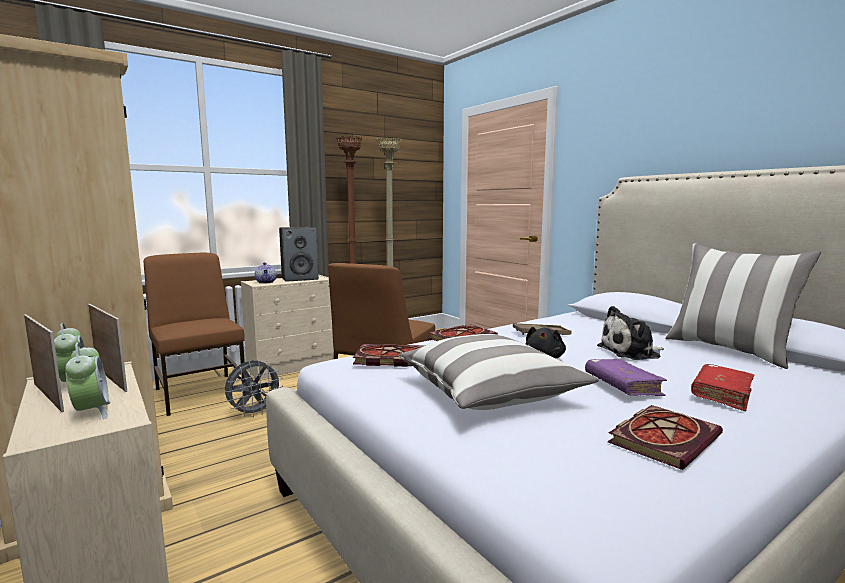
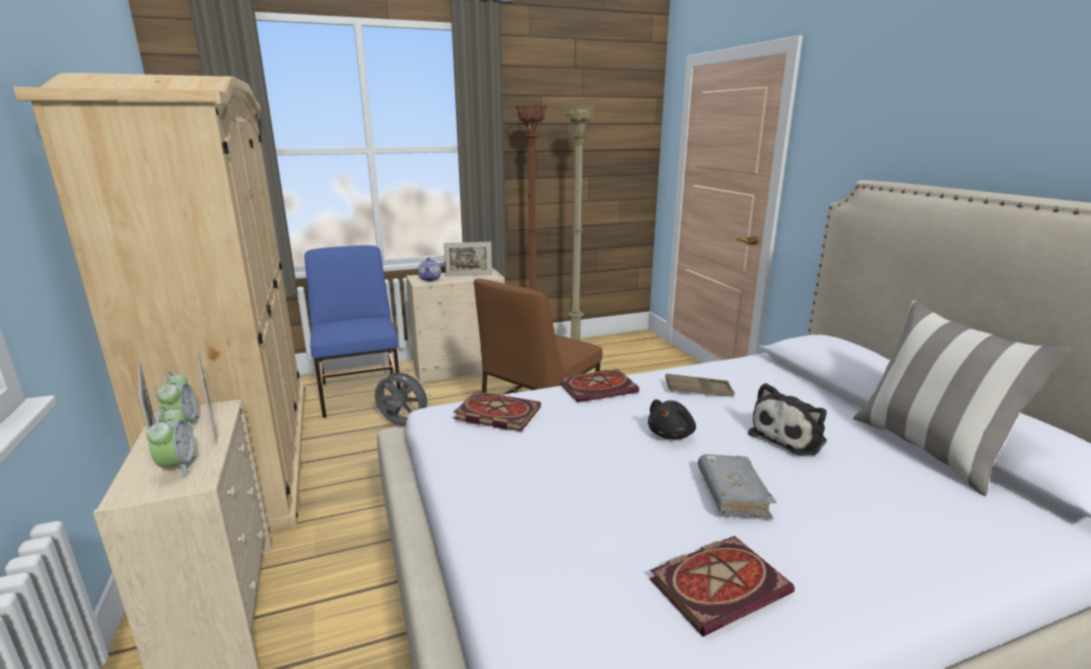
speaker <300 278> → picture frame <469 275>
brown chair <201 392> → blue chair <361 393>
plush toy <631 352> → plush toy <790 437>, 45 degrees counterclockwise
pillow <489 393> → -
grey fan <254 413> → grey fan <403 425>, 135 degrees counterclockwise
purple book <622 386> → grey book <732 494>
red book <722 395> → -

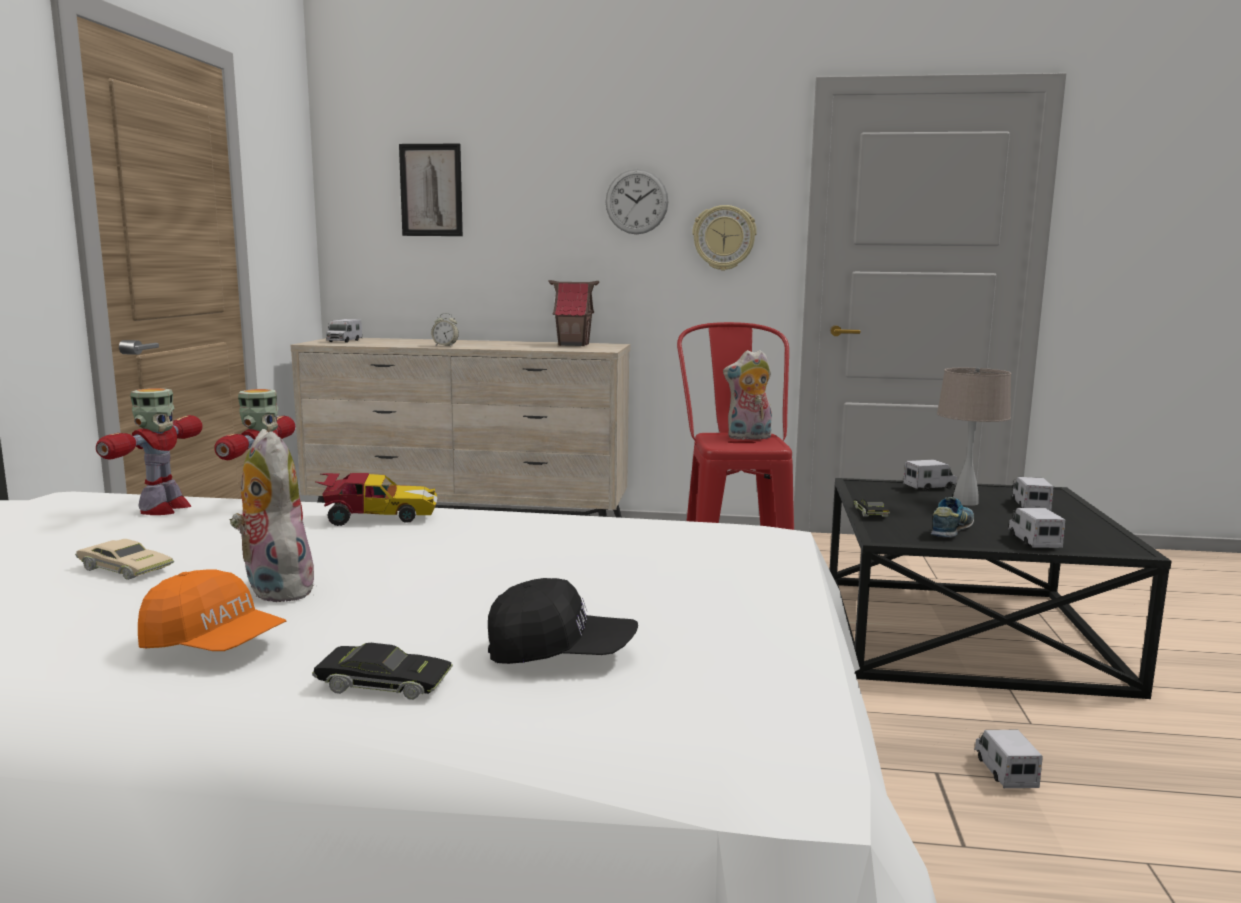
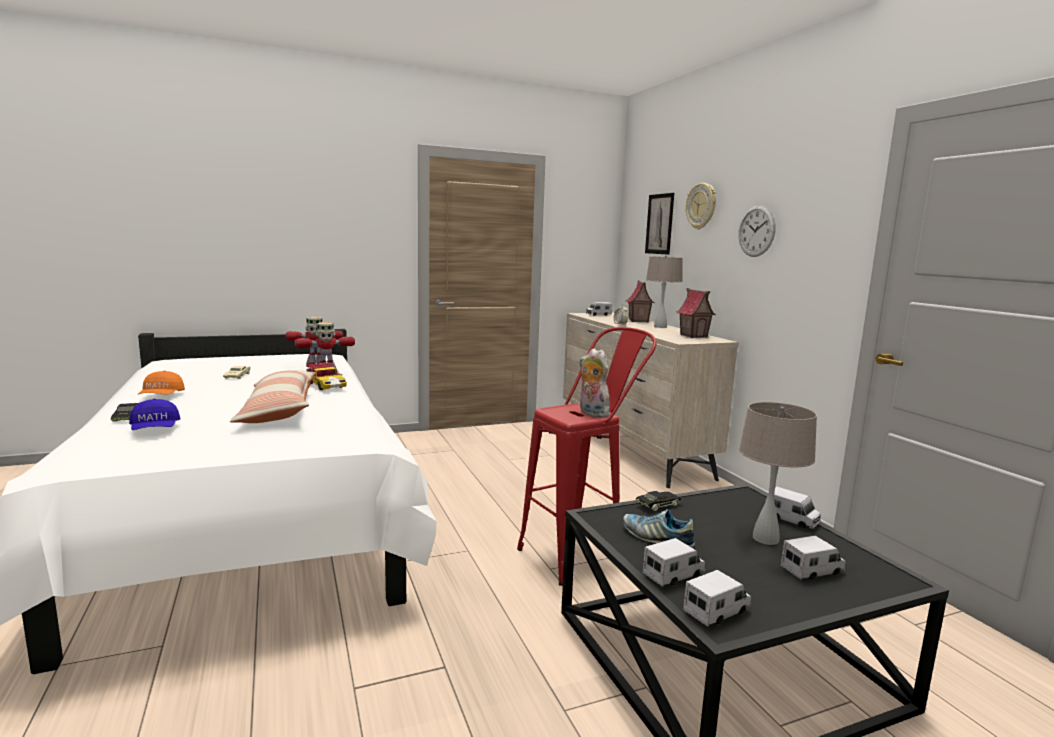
wall clock <724 238> → wall clock <701 206>, moved
plush toy <274 589> → -
shoe <951 530> → shoe <656 538>, 150 degrees counterclockwise
black cap <561 653> → blue cap <155 430>
toy truck <1005 771> → toy truck <717 611>, moved
- → beige table lamp <660 327>
- → toy house <638 321>
- → pillow <279 410>

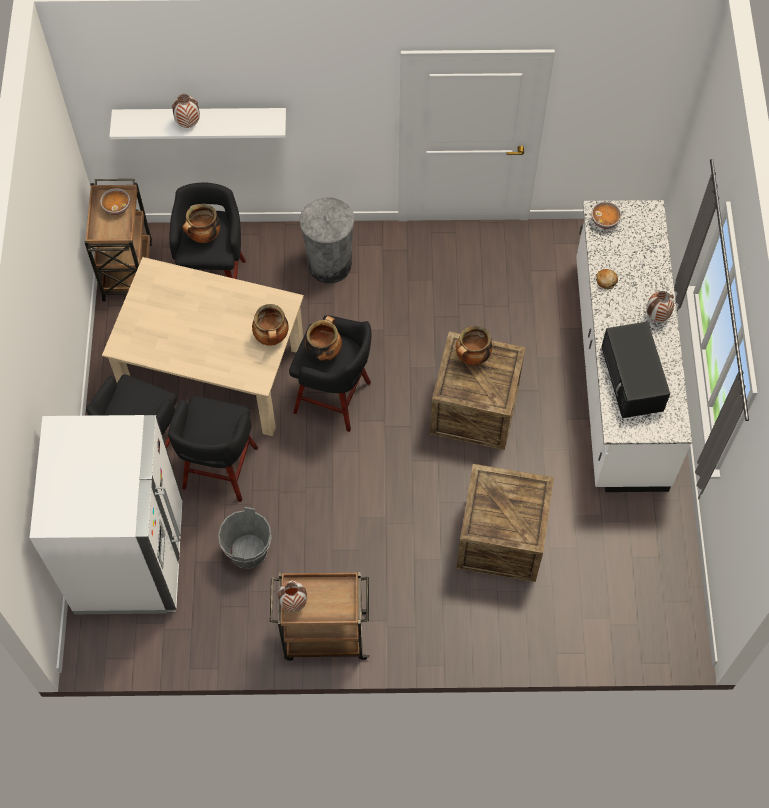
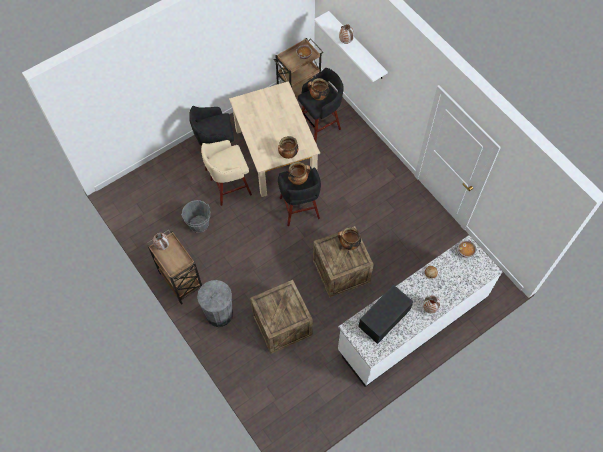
grey trash can <329 264> → grey trash can <219 314>, moved
black stool <219 470> → beige stool <229 187>
white fridge <130 558> → -

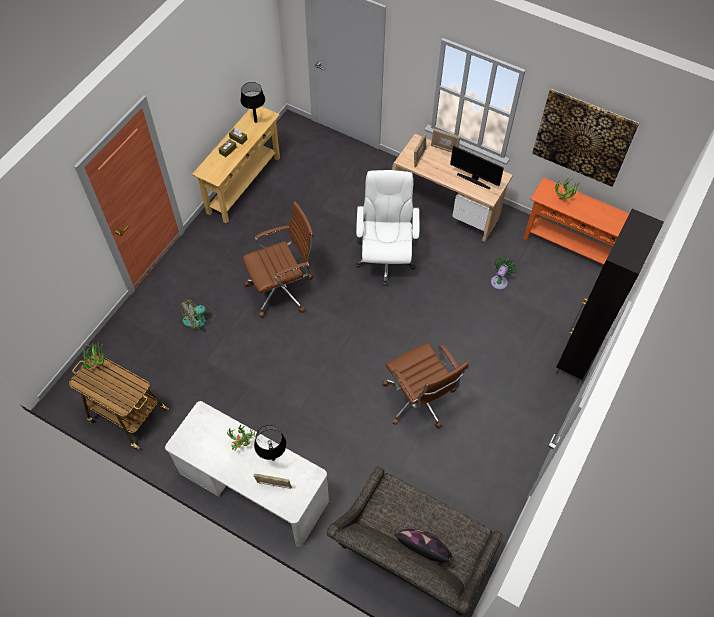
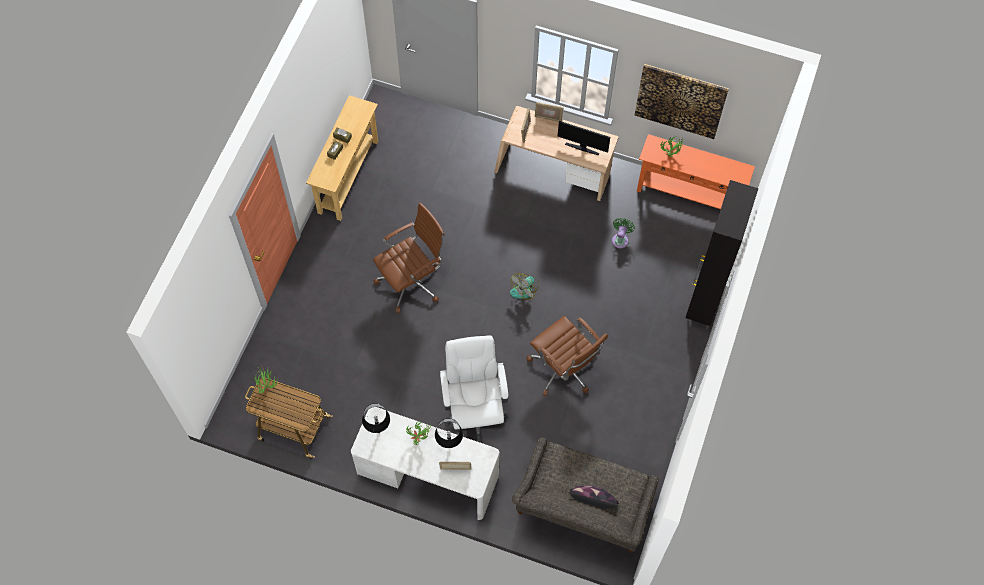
black table lamp <255 121> → black table lamp <378 431>, moved
white office chair <385 258> → white office chair <474 409>, moved
fan <199 318> → fan <525 288>, moved

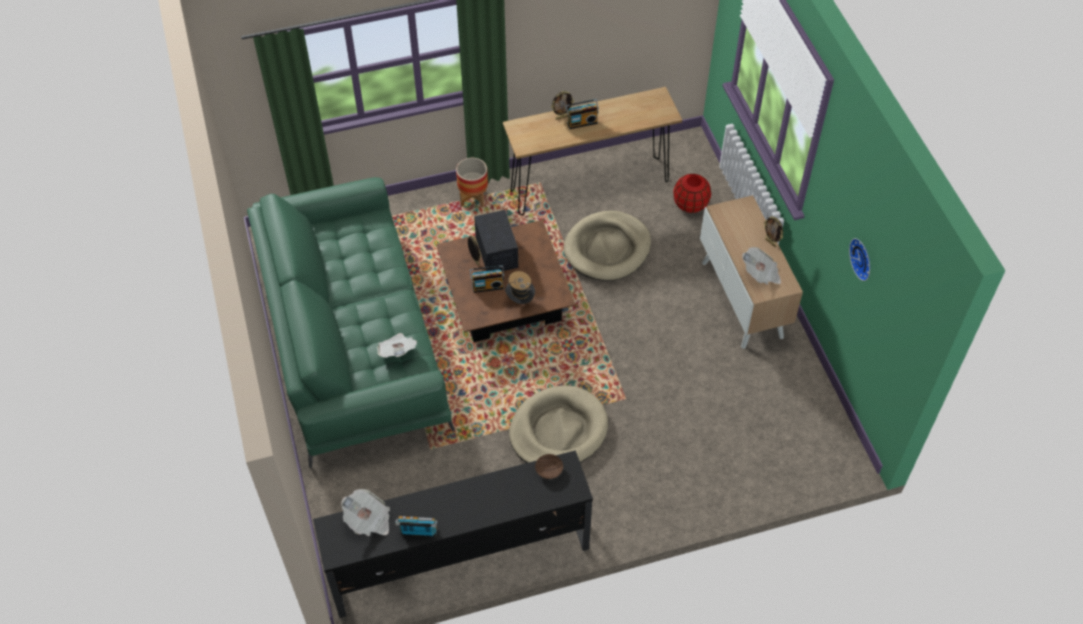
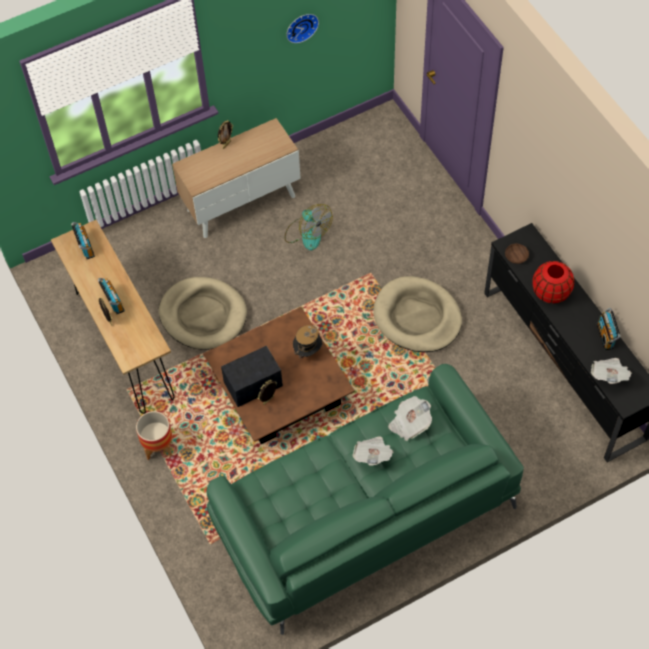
red vase <690 204> → red vase <551 292>, moved
newspaper <760 274> → newspaper <373 455>, moved
radio <487 286> → radio <85 247>, moved
- → fan <307 233>

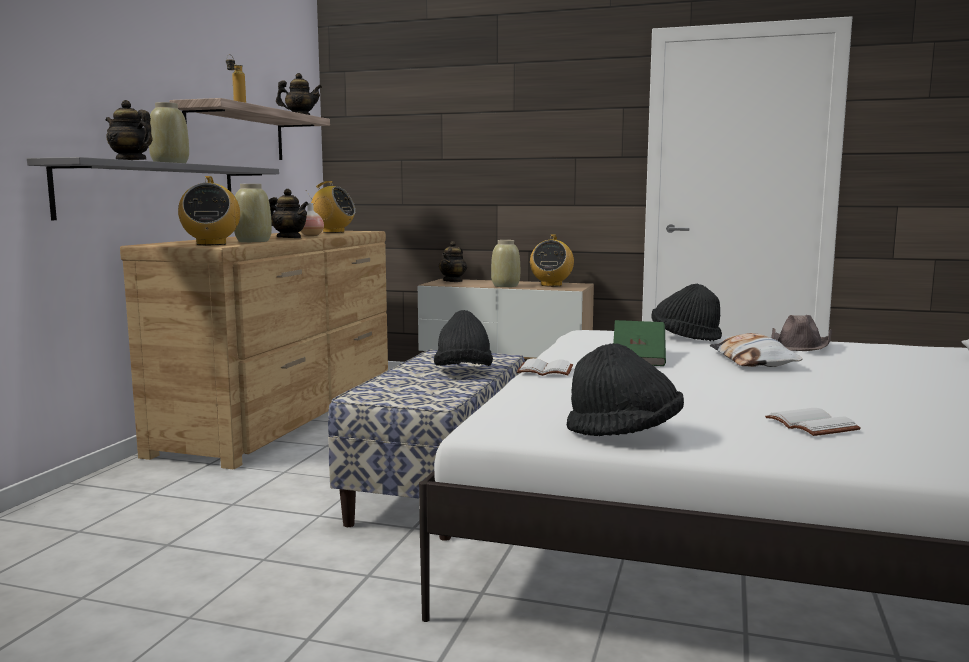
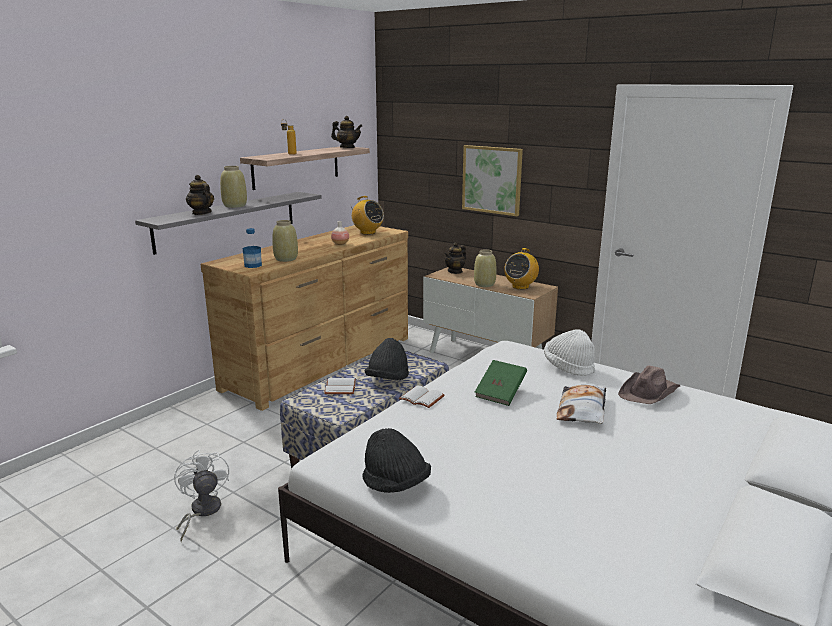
radio <211 244> → bottle <253 265>
teapot <289 238> → -
black hat <685 337> → white hat <568 367>
white book <814 425> → white book <341 388>, moved
- → picture <492 180>
- → white fan <201 512>

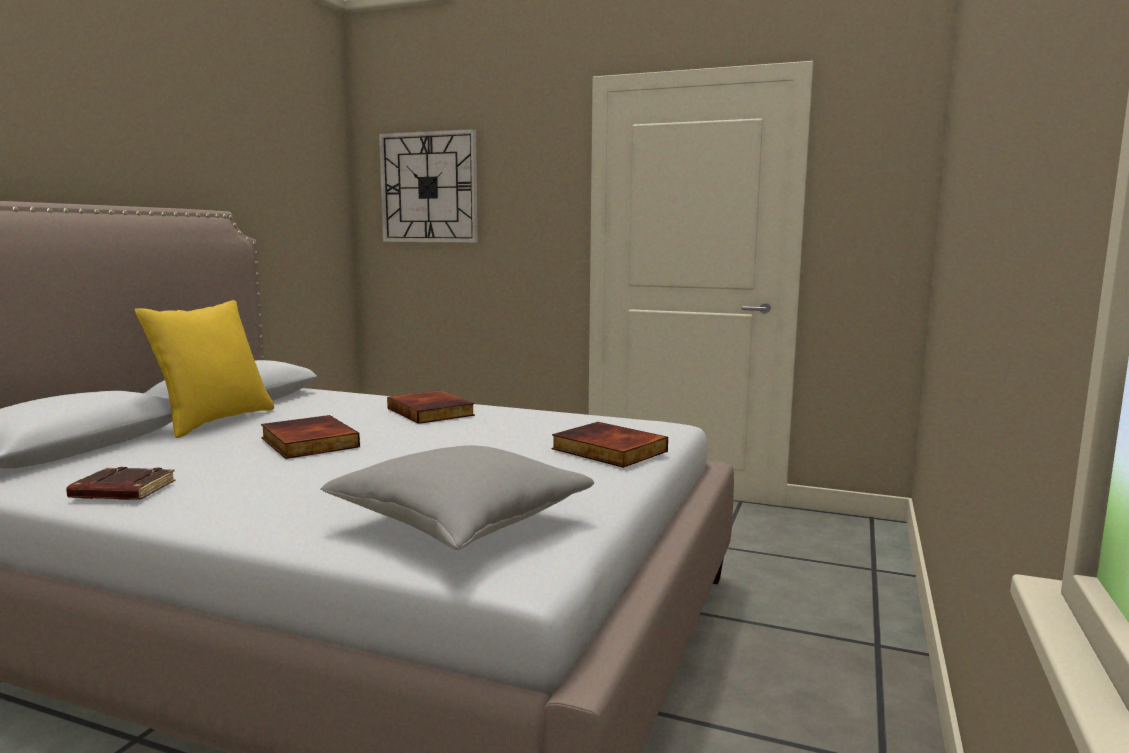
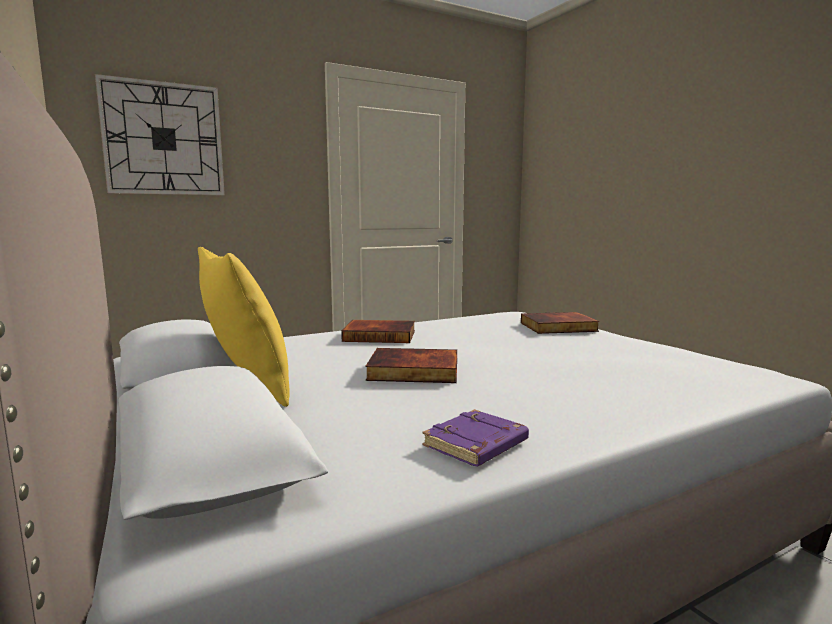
grey pillow <461 521> → -
brown book <121 491> → purple book <476 445>

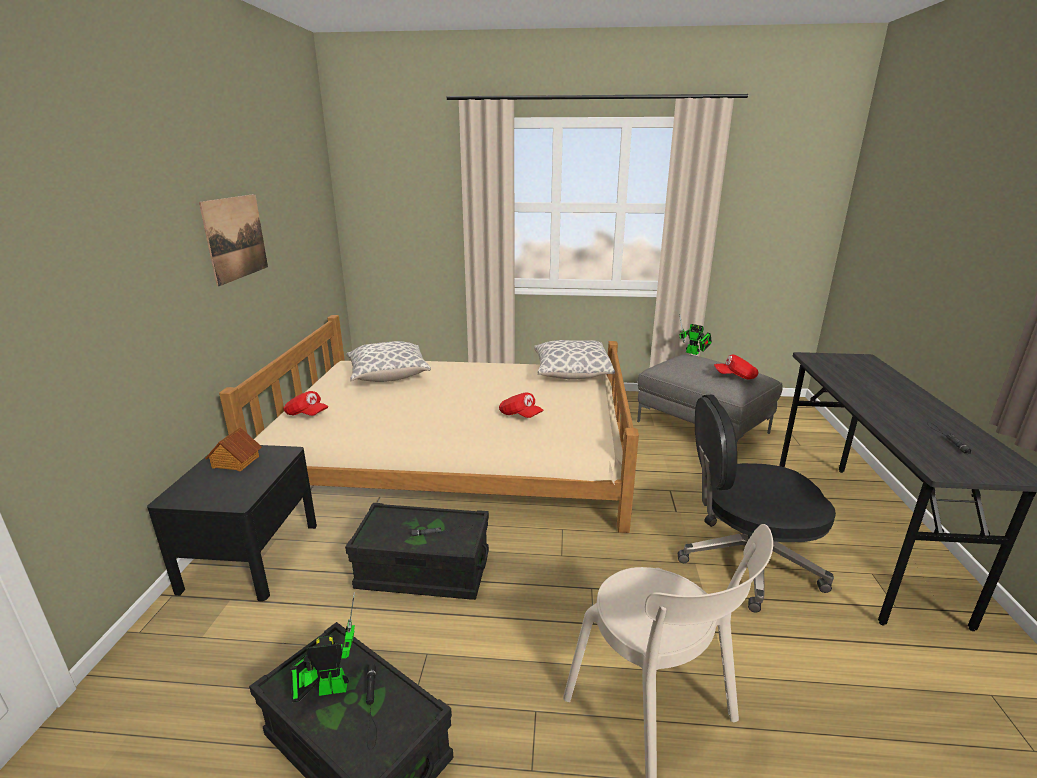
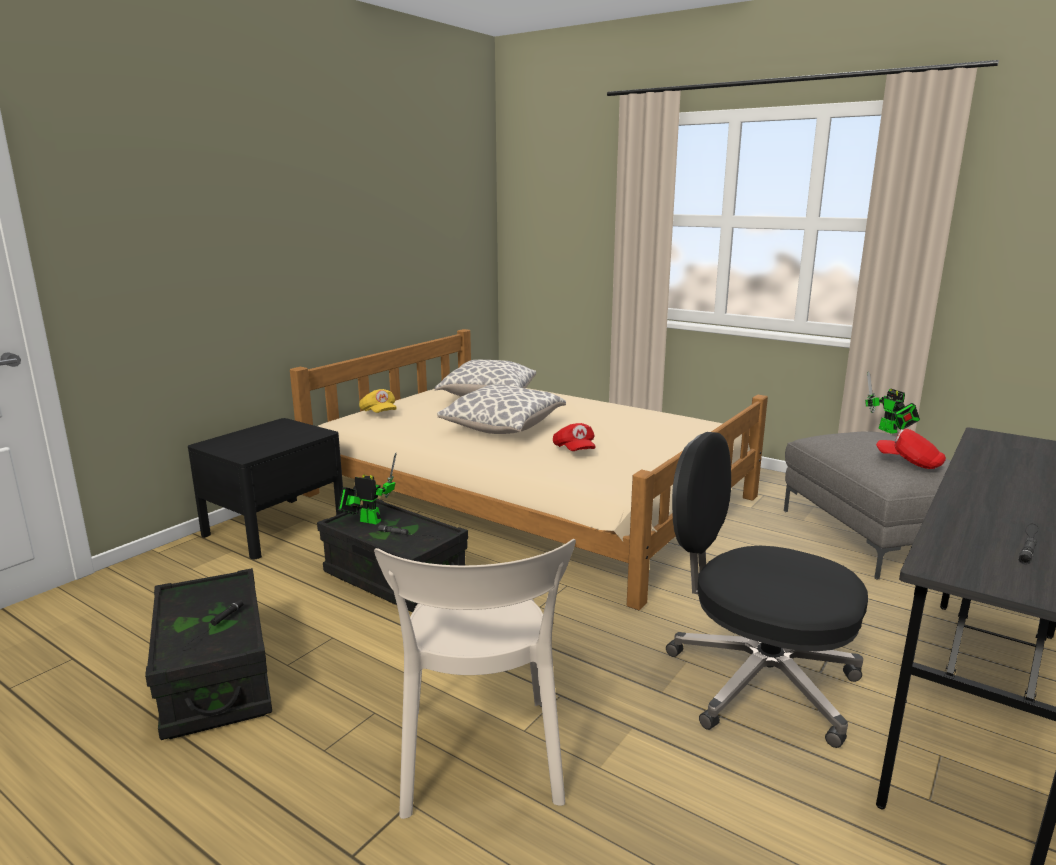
picture <236 238> → -
pillow <571 373> → pillow <503 429>, moved
red cap <306 414> → yellow cap <379 413>
toy house <235 462> → -
toy robot <328 689> → toy robot <367 520>, moved

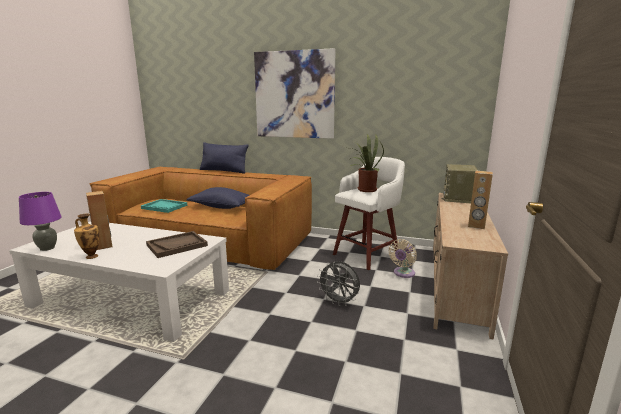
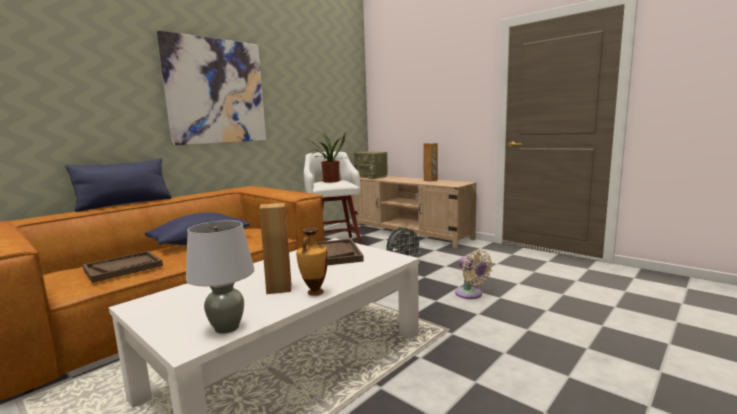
purple table lamp <47 248> → grey table lamp <227 328>
turquoise tray <164 207> → brown tray <123 268>
beige fan <403 273> → beige fan <470 294>, moved

